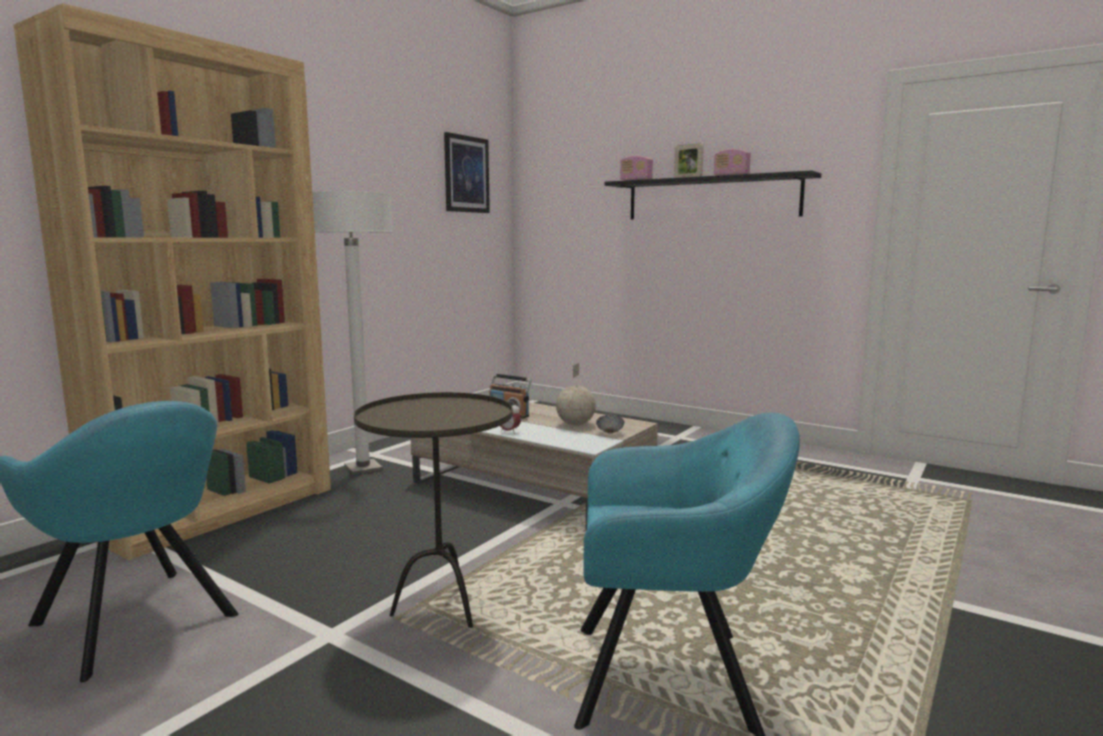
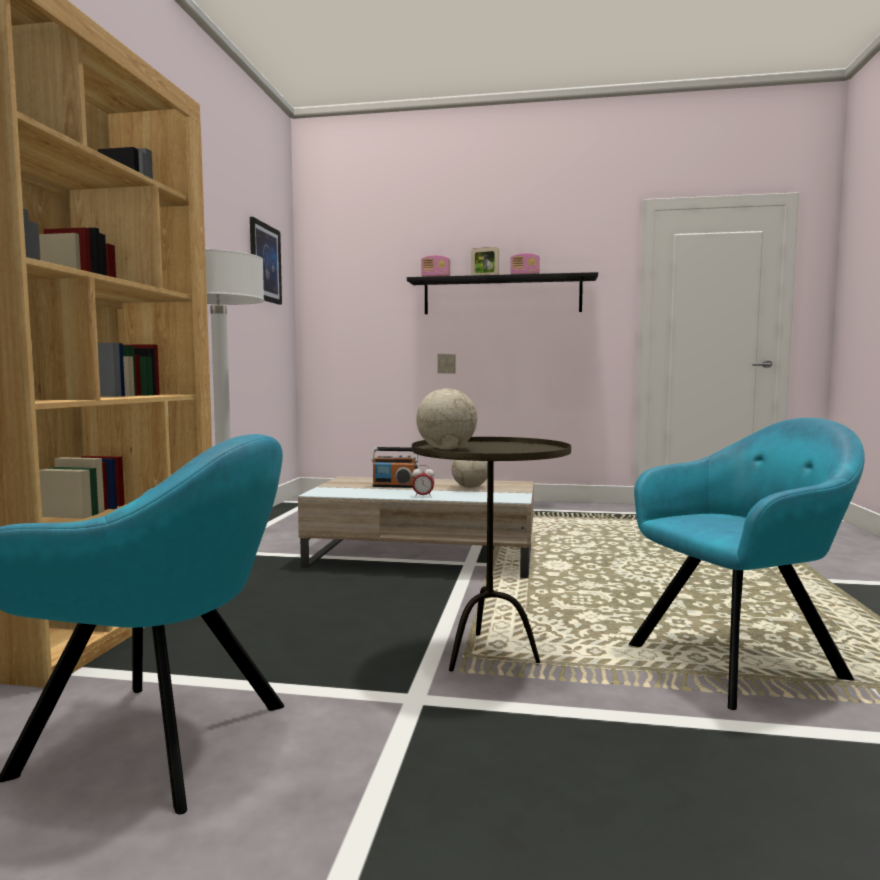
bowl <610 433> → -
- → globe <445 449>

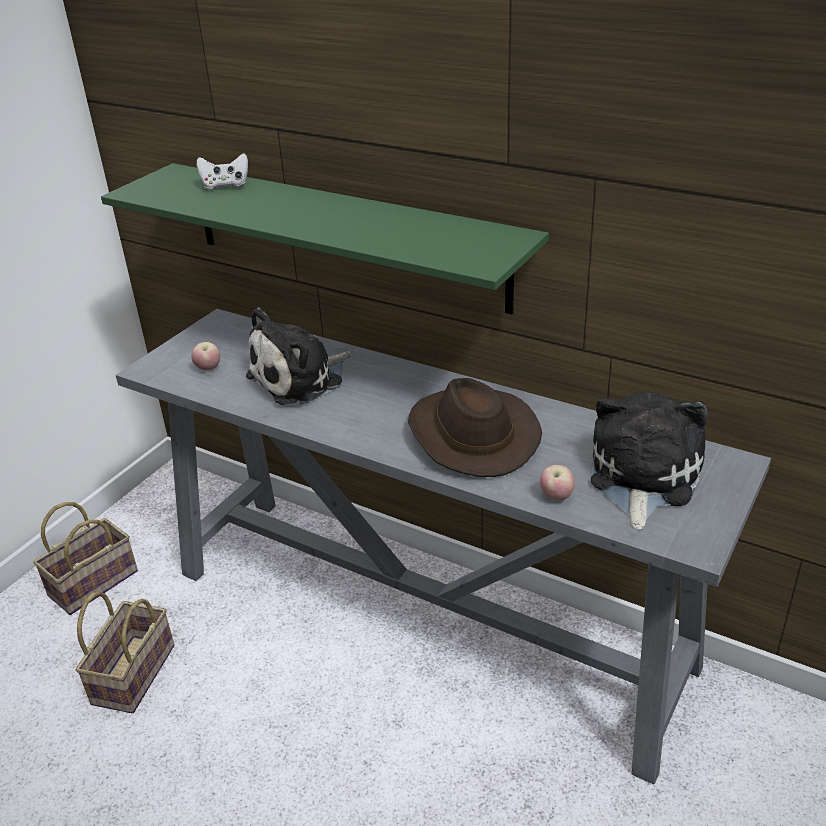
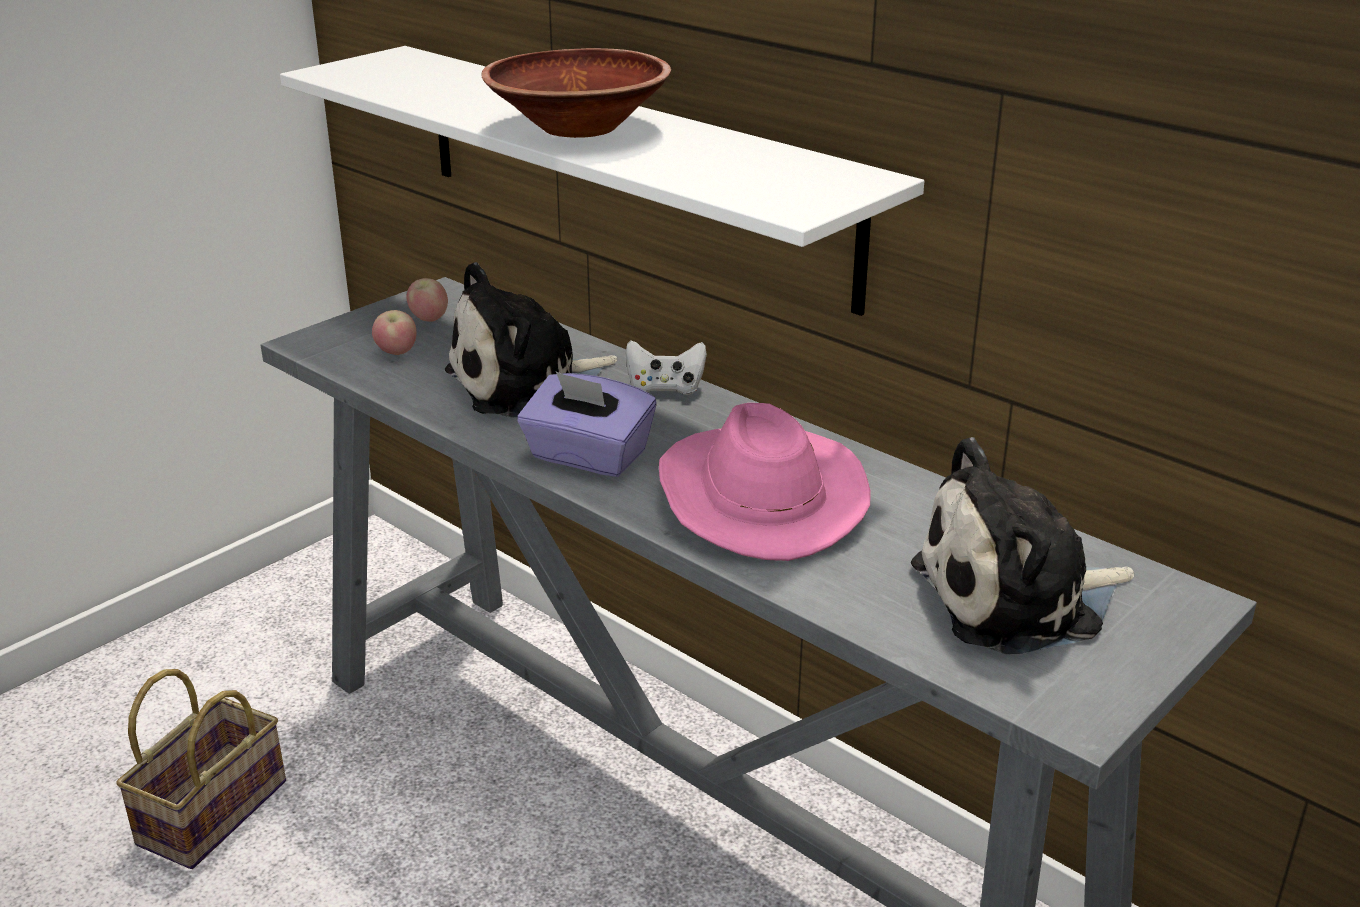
white game controller <225 186> → white game controller <665 388>, moved
green shelf <344 235> → white shelf <628 170>
brown hat <471 435> → pink hat <758 496>
plush toy <641 477> → plush toy <1017 598>, 135 degrees counterclockwise
apple <556 497> → apple <429 319>, moved
basket <94 581> → -
- → brown bowl <579 128>
- → purple tissue box <587 457>

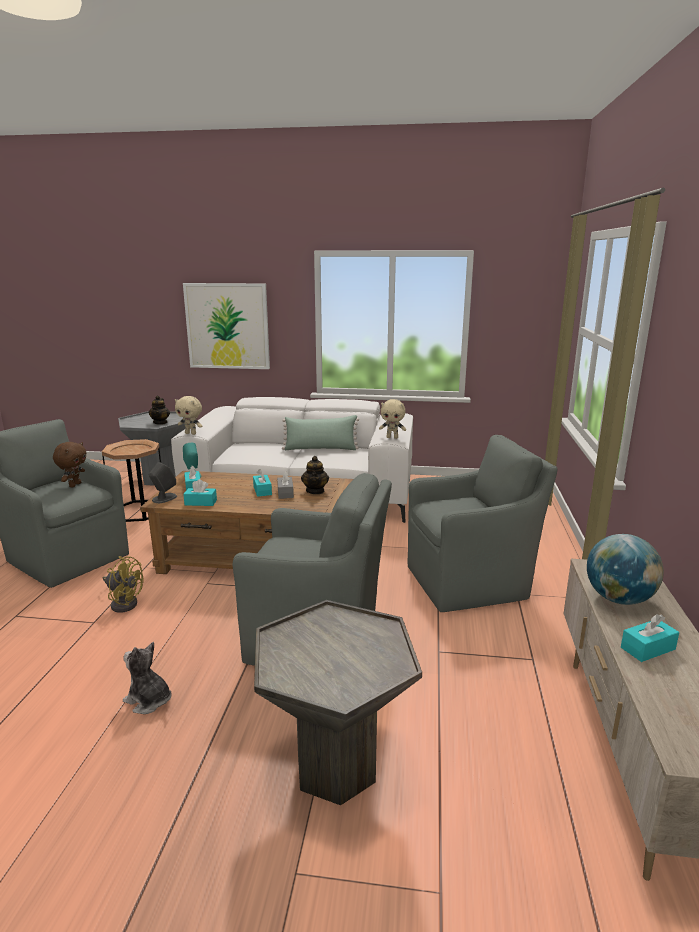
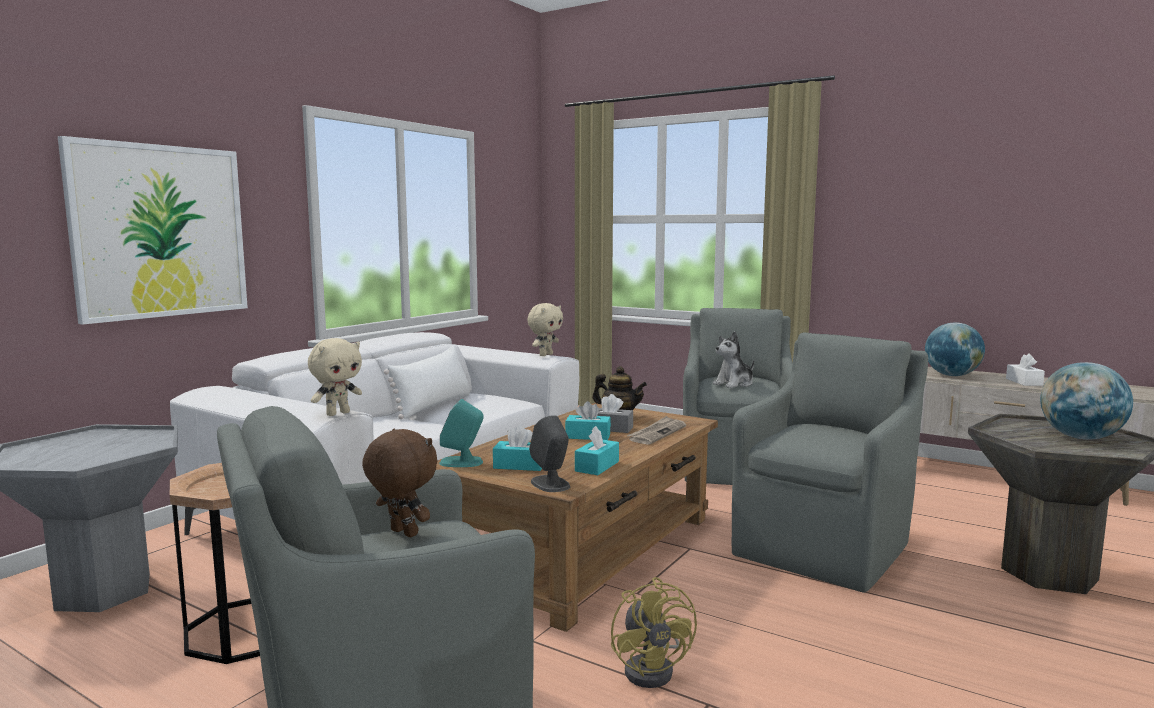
teapot <160 422> → -
green pillow <320 449> → white pillow <433 406>
yellow fan <124 602> → yellow fan <654 669>, 120 degrees clockwise
turquoise tissue box <647 648> → white tissue box <1024 382>
plush toy <149 700> → plush toy <734 384>, moved
- → globe <1080 438>
- → newspaper <657 433>

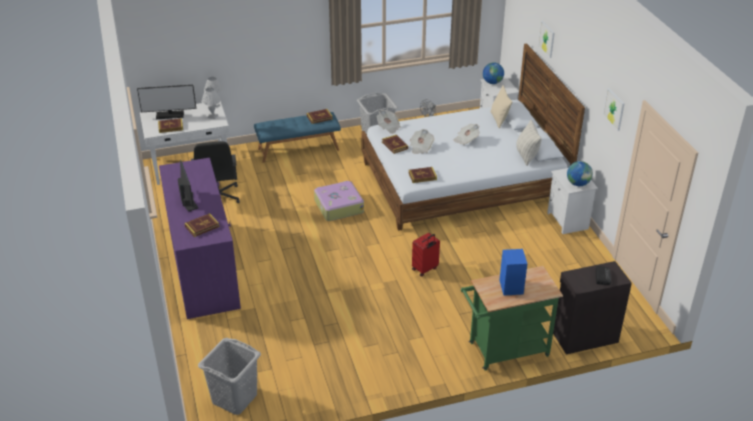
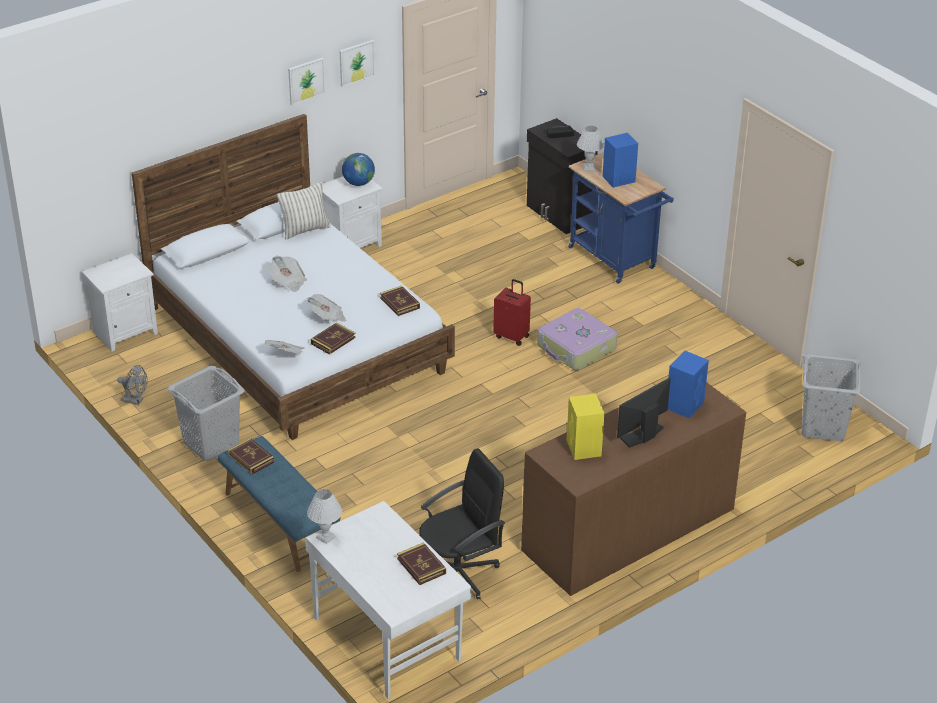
picture <547 39> → picture <306 80>, moved
globe <492 82> → -
monitor <170 115> → -
beige pillow <499 119> → -
white table lamp <212 116> → white table lamp <589 167>, moved
purple dresser <203 267> → brown dresser <628 529>
suitcase <338 206> → suitcase <576 348>, moved
book <202 226> → blue speaker <685 405>
green cart <504 351> → blue cart <616 260>
- → yellow speaker <584 448>

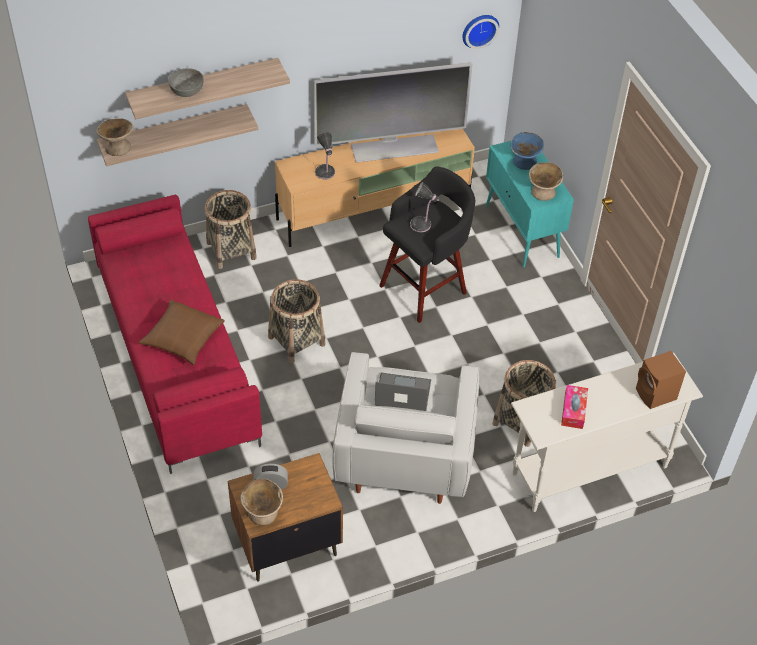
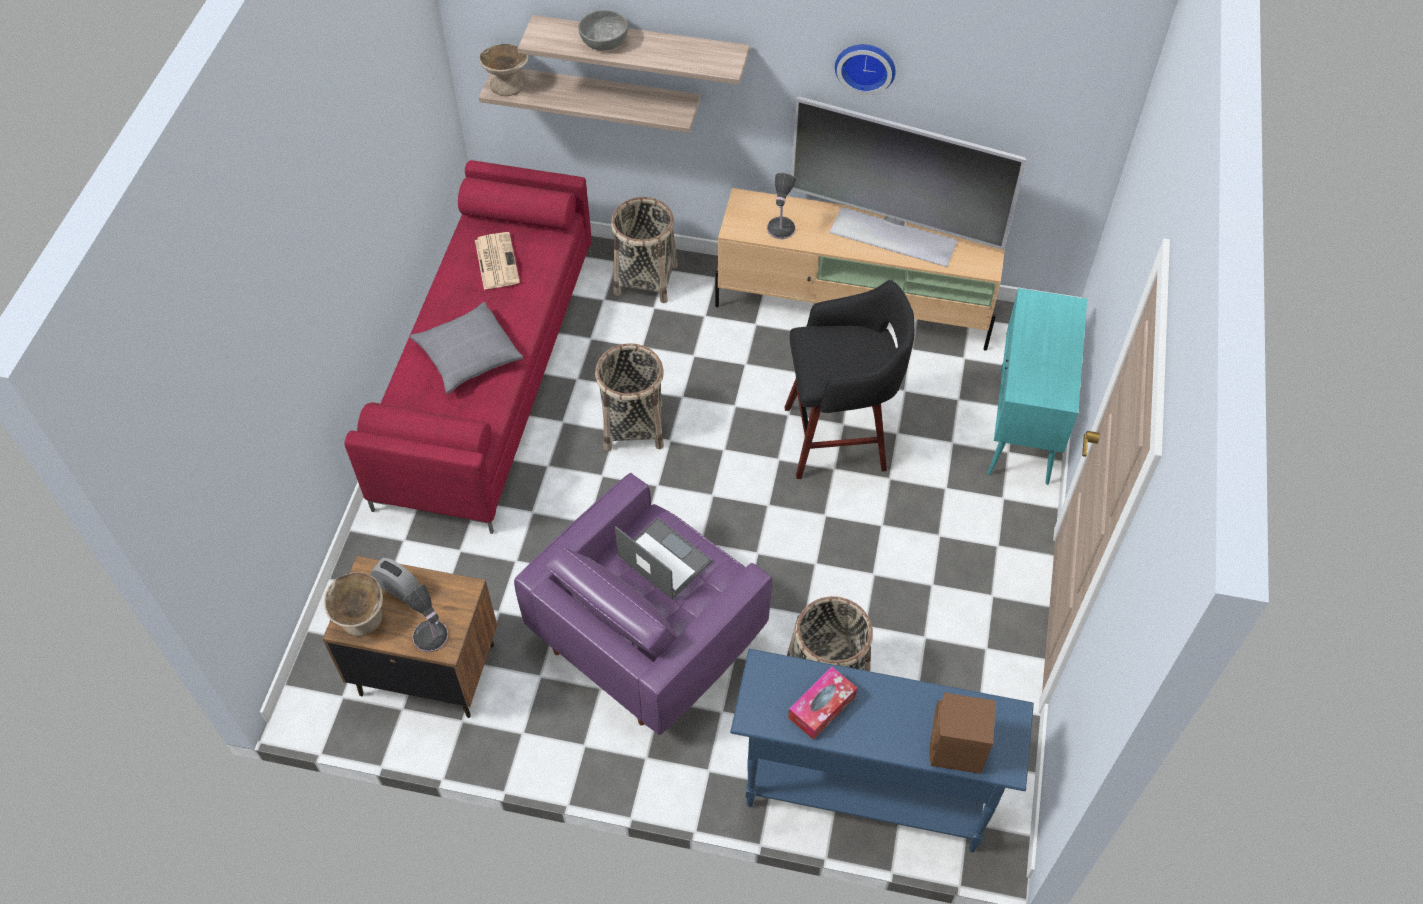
wall clock <479 29> → wall clock <865 65>, moved
blue bowl <525 161> → -
beige bowl <543 192> → -
table lamp <422 225> → table lamp <431 638>, moved
brown pillow <182 338> → grey pillow <468 355>
white armchair <404 452> → purple armchair <649 635>
white console table <589 470> → blue console table <864 792>
- → newspaper <496 261>

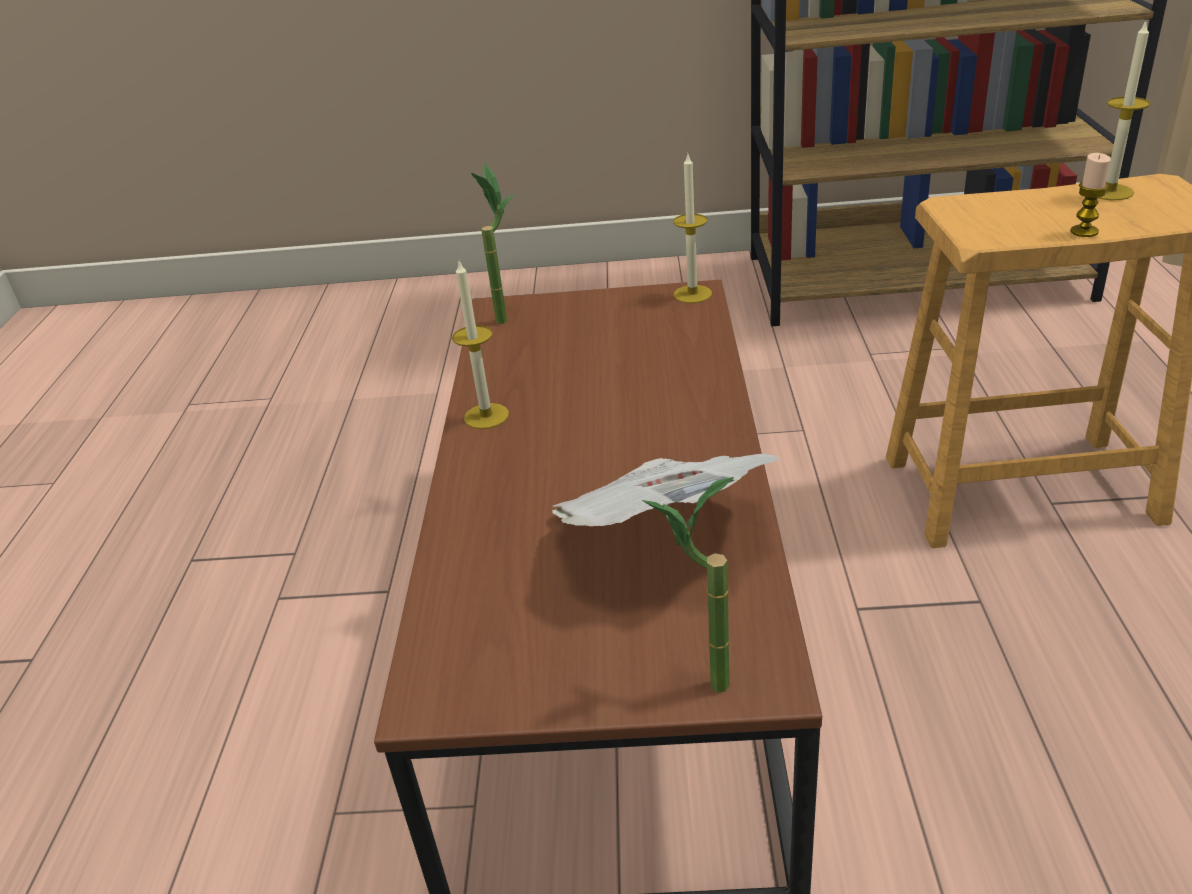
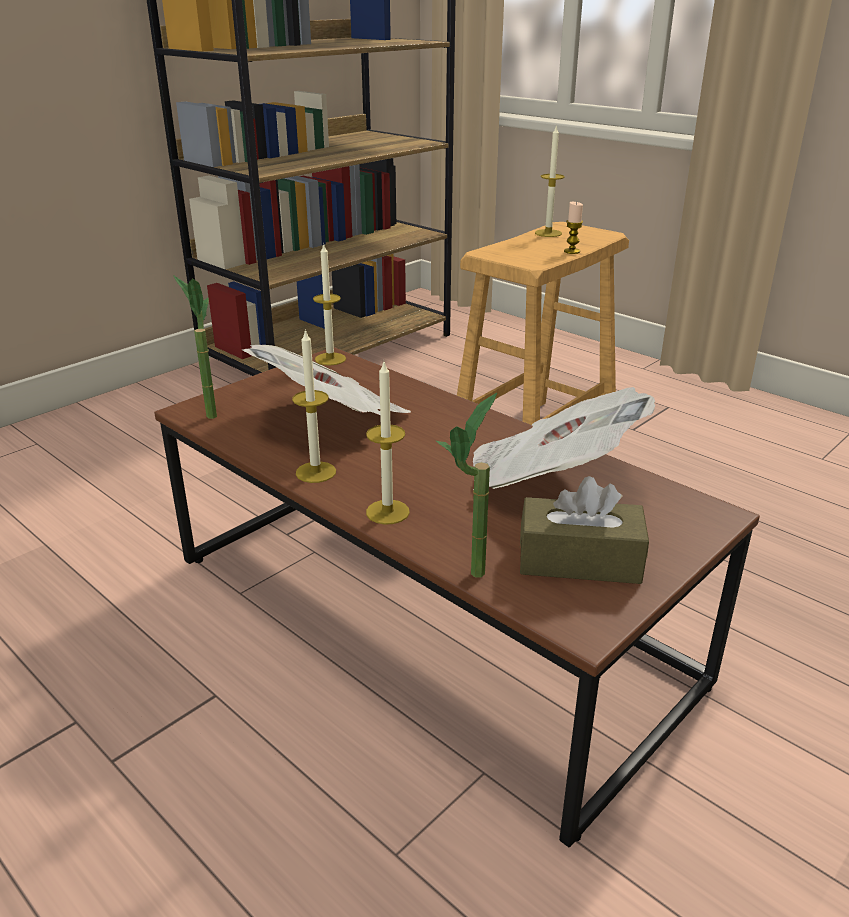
potted plant <699 685> → potted plant <467 579>, moved
- → newspaper <332 419>
- → candle <387 512>
- → brown tissue box <579 560>

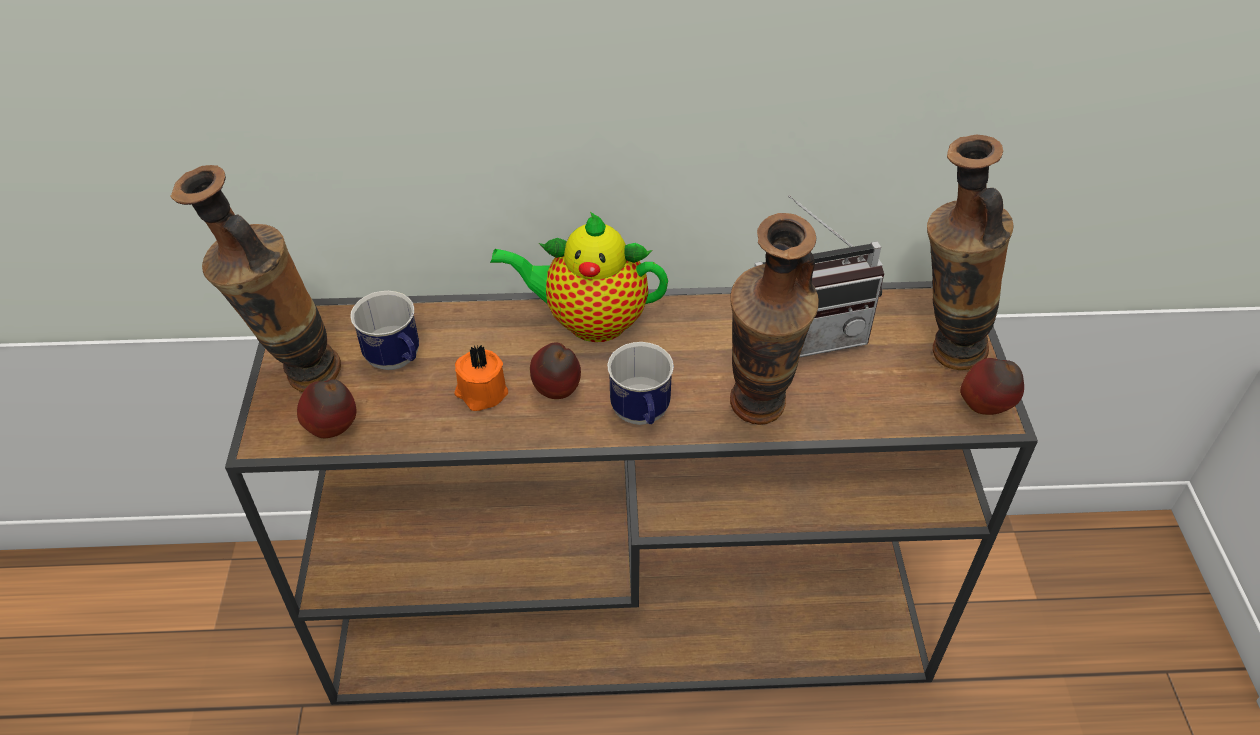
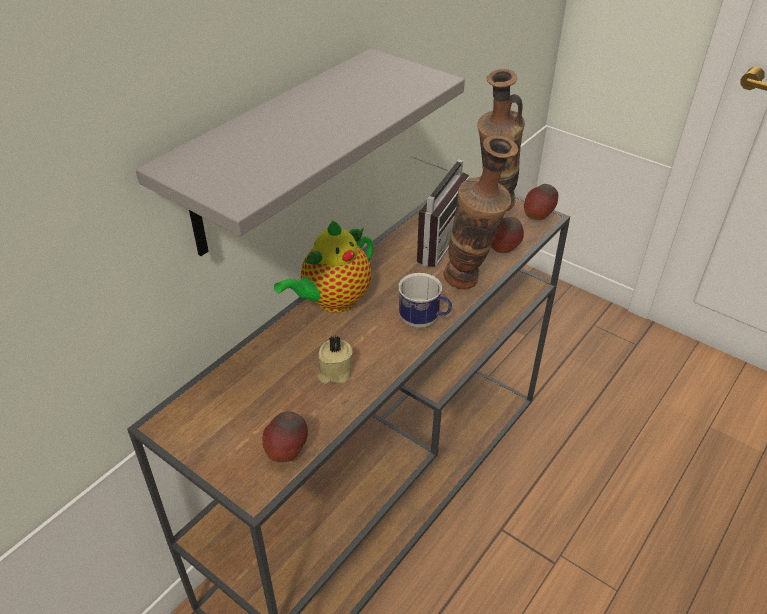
vase <296 380> → -
mug <398 362> → -
apple <557 393> → apple <503 250>, moved
orange candle <481 393> → beige candle <334 372>
- → grey shelf <273 154>

